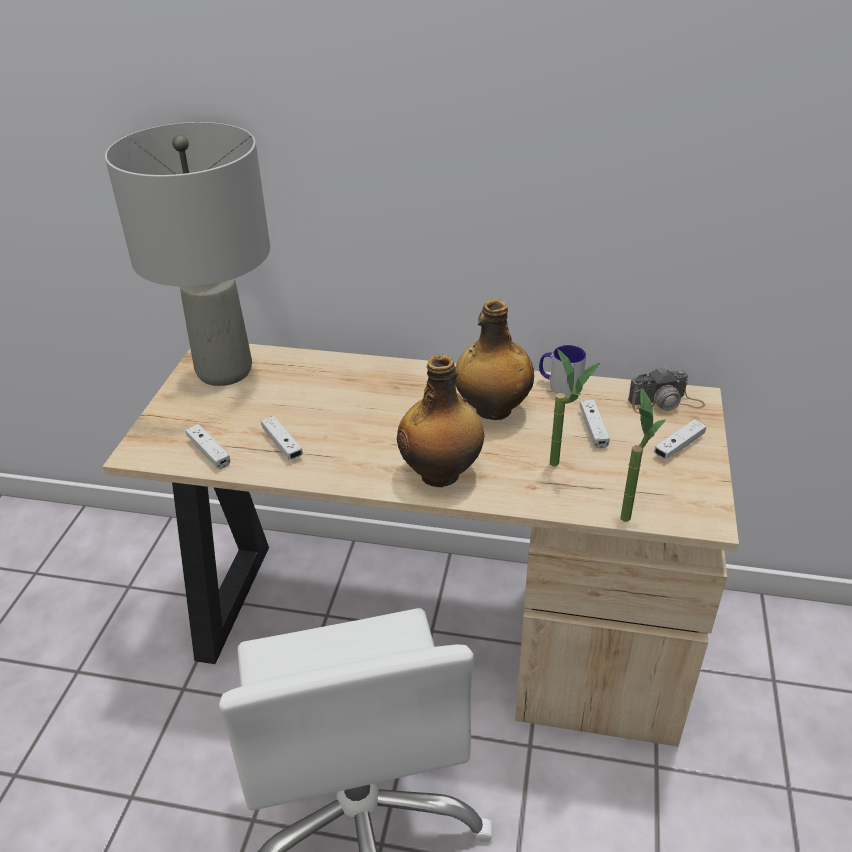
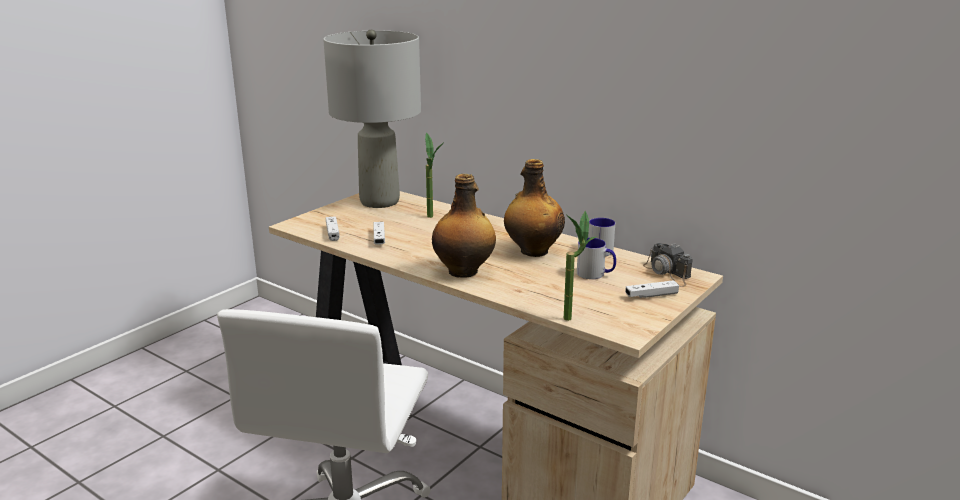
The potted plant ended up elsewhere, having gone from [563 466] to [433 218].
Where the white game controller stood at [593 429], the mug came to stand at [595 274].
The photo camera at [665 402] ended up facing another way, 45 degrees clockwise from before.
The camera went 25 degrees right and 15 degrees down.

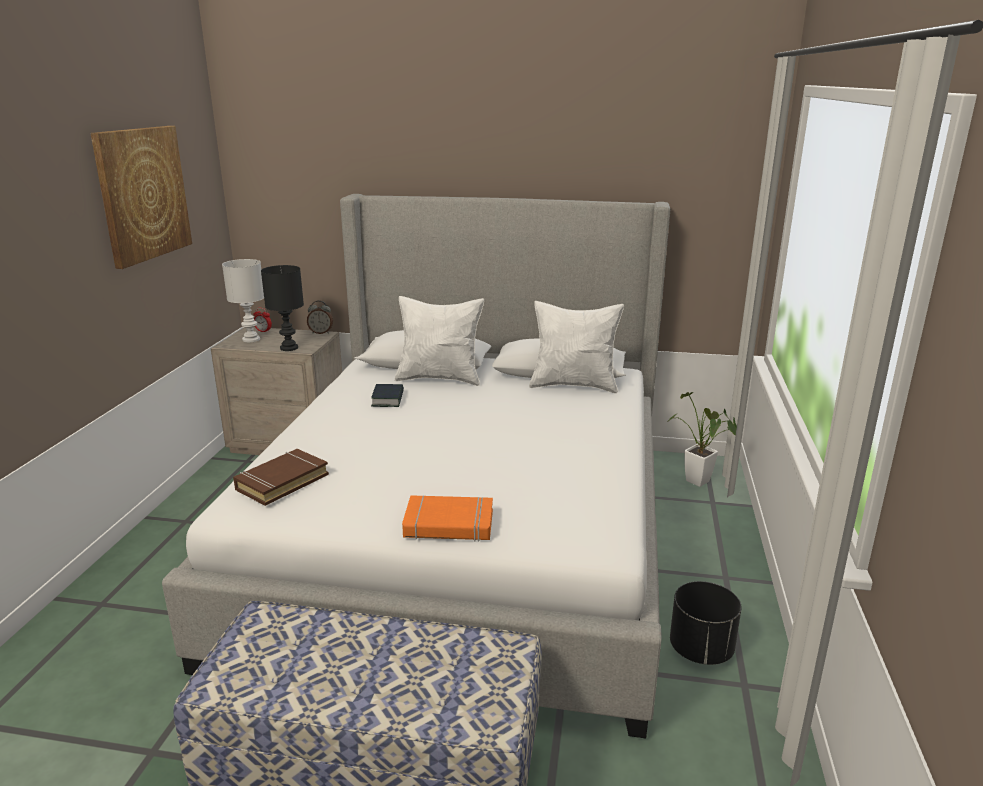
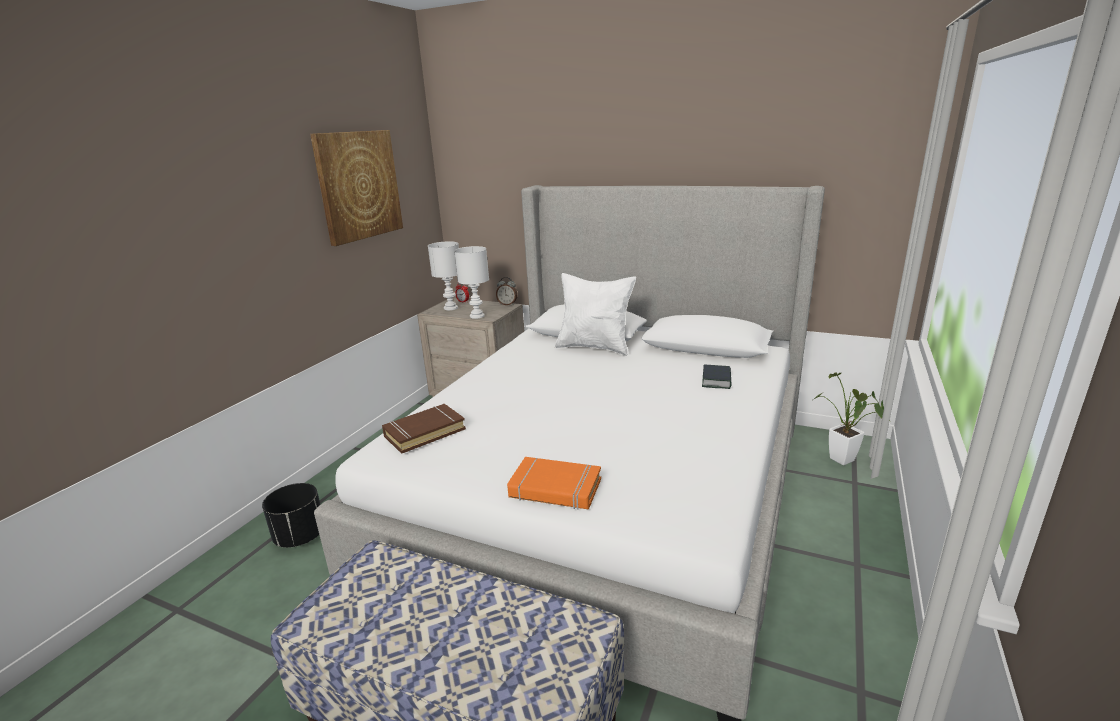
The second view lost the white pillow at [574 385].
The book ended up elsewhere, having gone from [388 399] to [716 380].
The black planter ended up elsewhere, having gone from [701 650] to [301 536].
What was the black table lamp at [288 348] turned into the white table lamp at [476 316].
The camera went 15 degrees right and 0 degrees up.

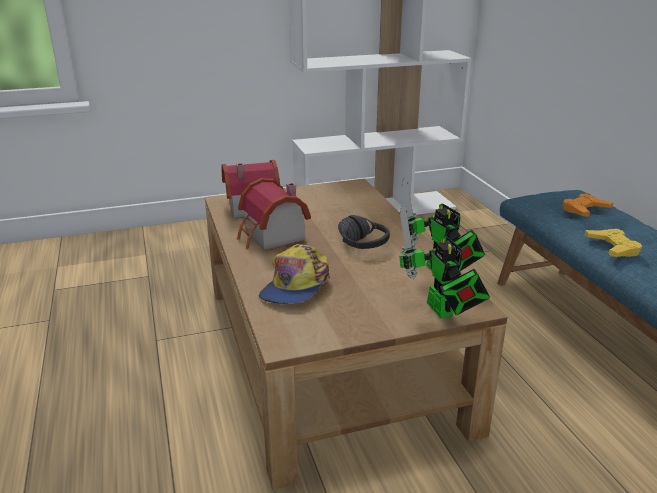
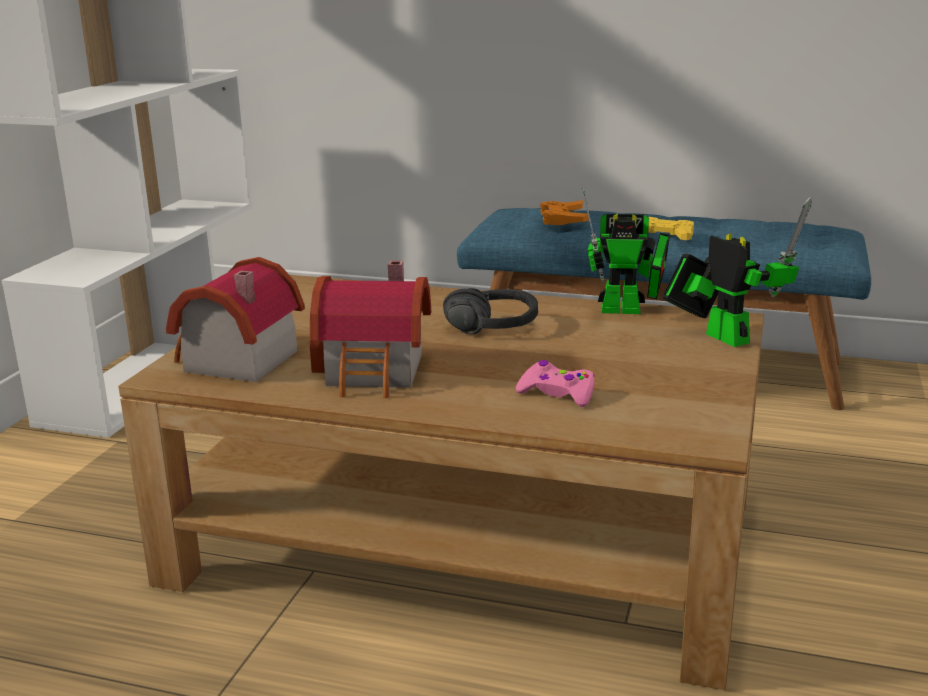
Where the cap stood at [295 286], the pink game controller came to stand at [557 393].
The toy robot at [442 311] ended up facing another way, 135 degrees counterclockwise from before.
The camera went 55 degrees left and 5 degrees down.

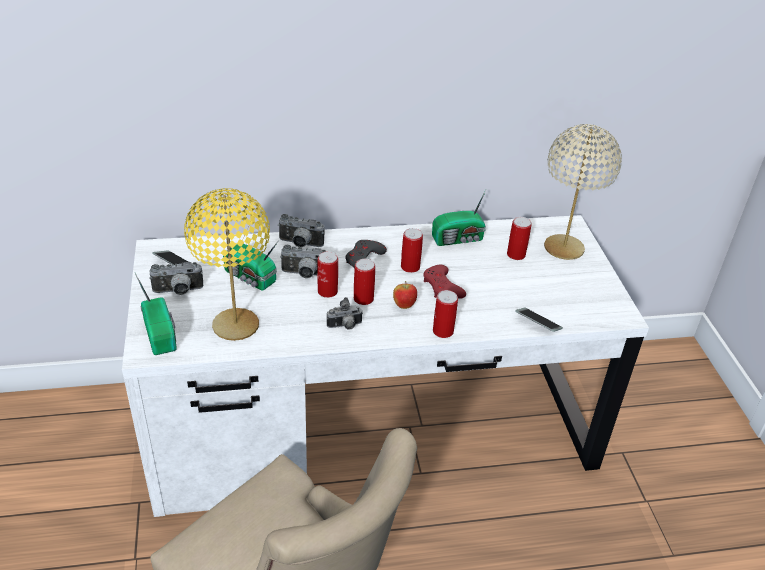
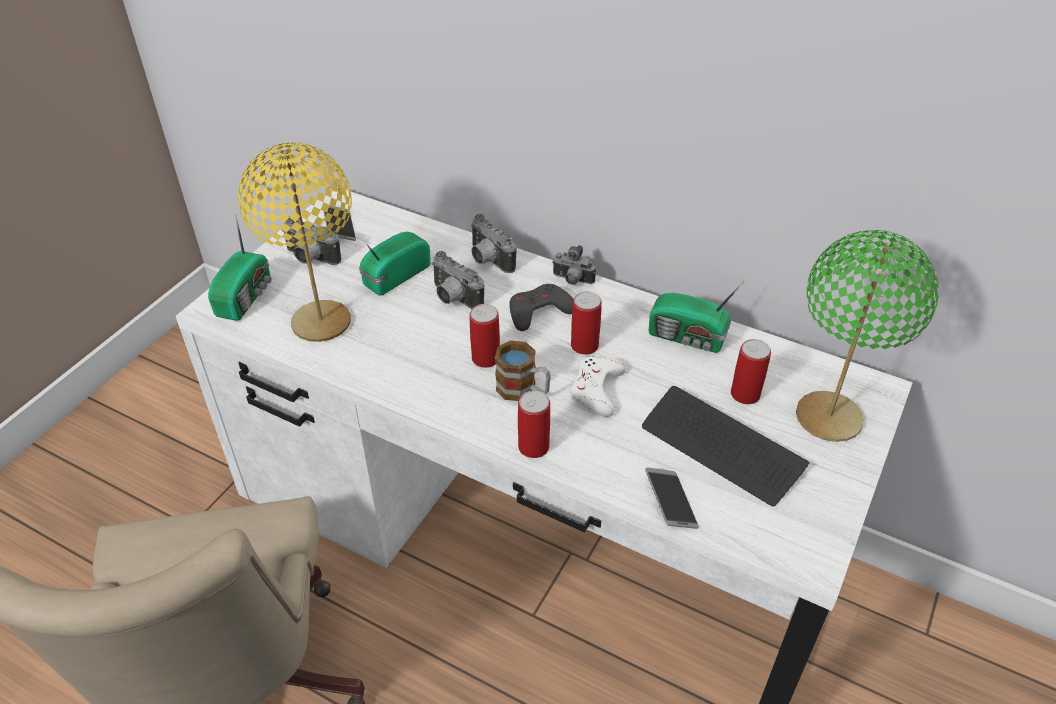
The second view lost the can at [327 291].
The second view gained the keyboard at [721 447].
The photo camera ended up elsewhere, having gone from [345 326] to [572 280].
Where the apple stood at [404 305], the mug came to stand at [523 390].
What was the red game controller at [442 287] turned into the white game controller at [596 389].
What was the beige table lamp at [564 248] turned into the green table lamp at [829 418].
The radio at [250 278] ended up facing another way, 60 degrees clockwise from before.
The camera went 40 degrees right and 5 degrees up.

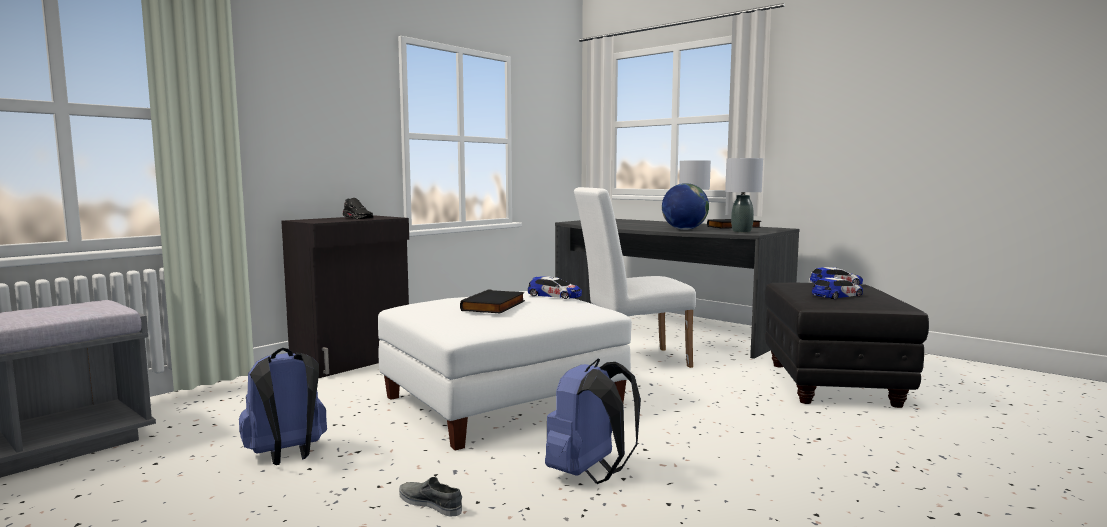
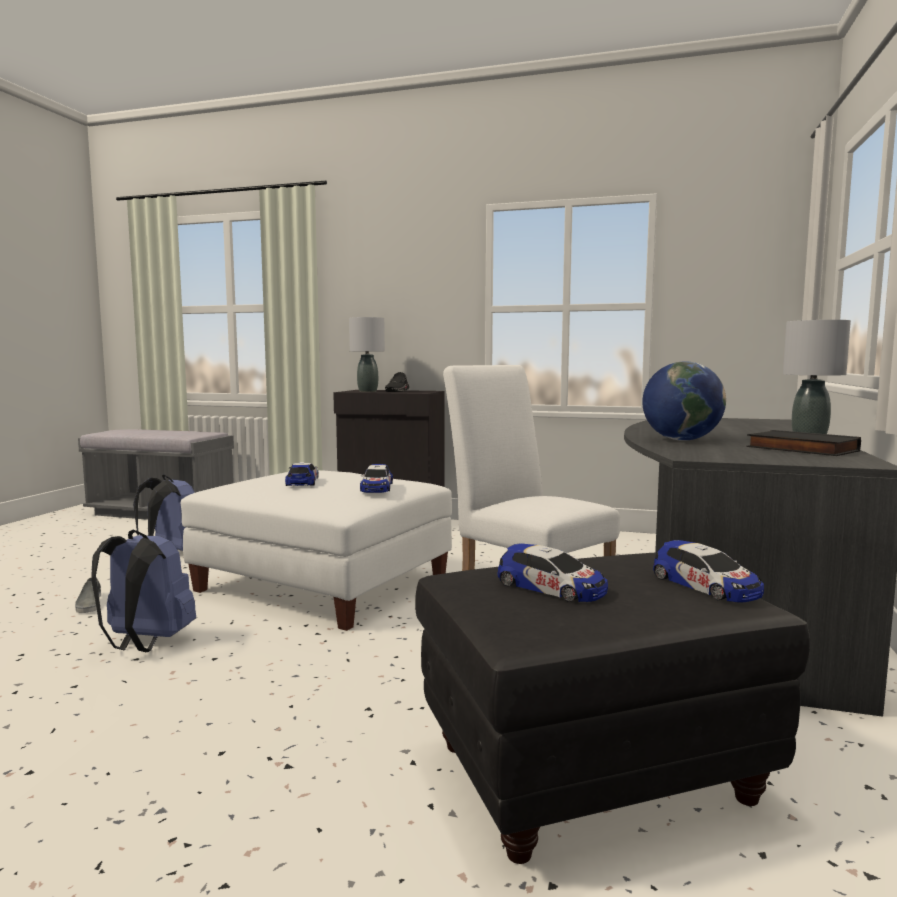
The grey table lamp ended up elsewhere, having gone from [741 231] to [368 391].
Where the black book stood at [495 306], the toy car came to stand at [302 481].
The grey shoe at [431 503] ended up facing another way, 150 degrees clockwise from before.
The camera went 65 degrees right and 0 degrees up.

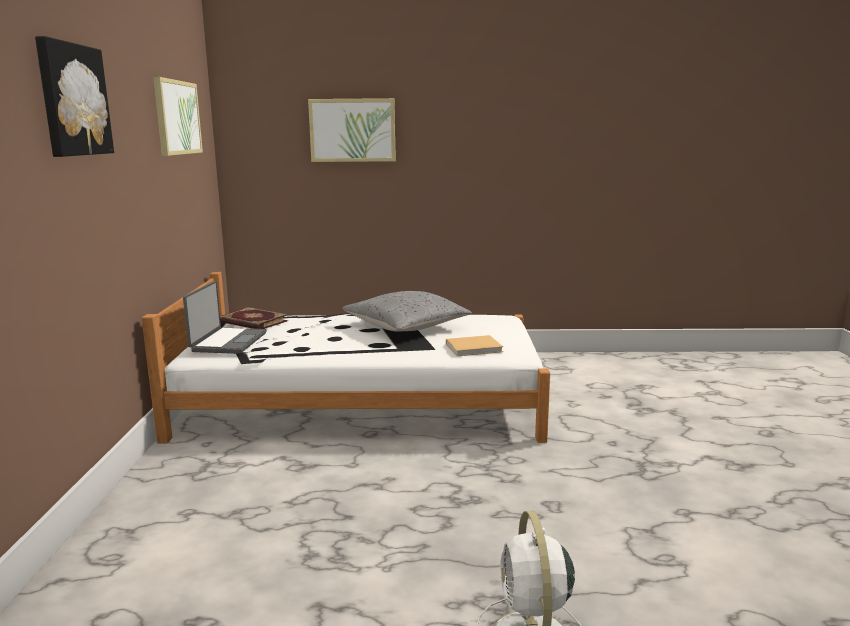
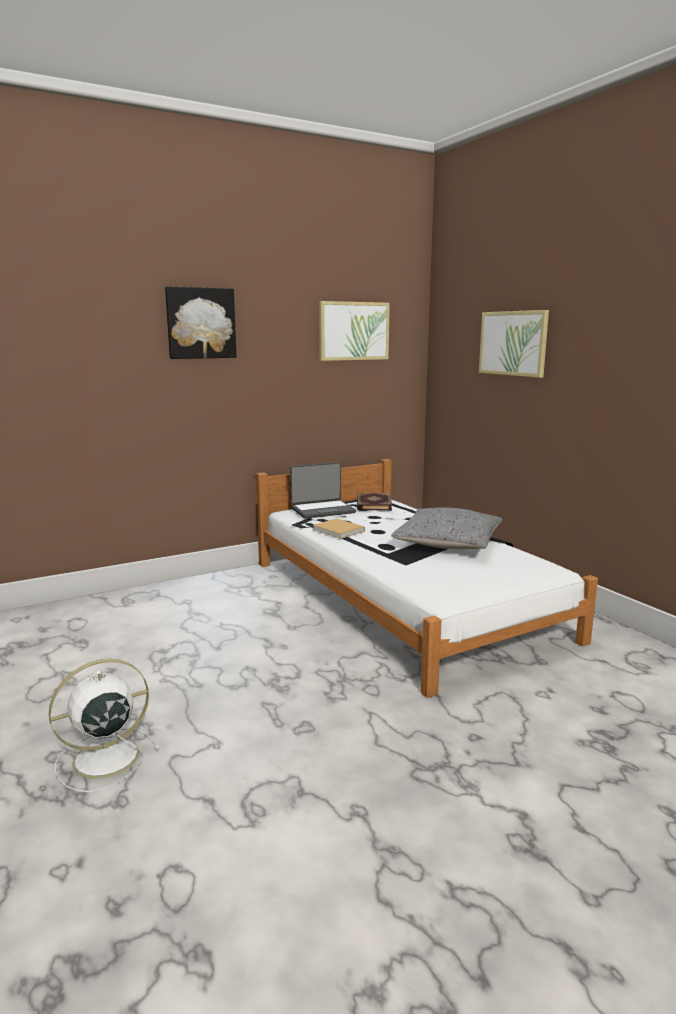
The beige book ended up elsewhere, having gone from [475 348] to [339 530].
The camera went 60 degrees right and 0 degrees up.

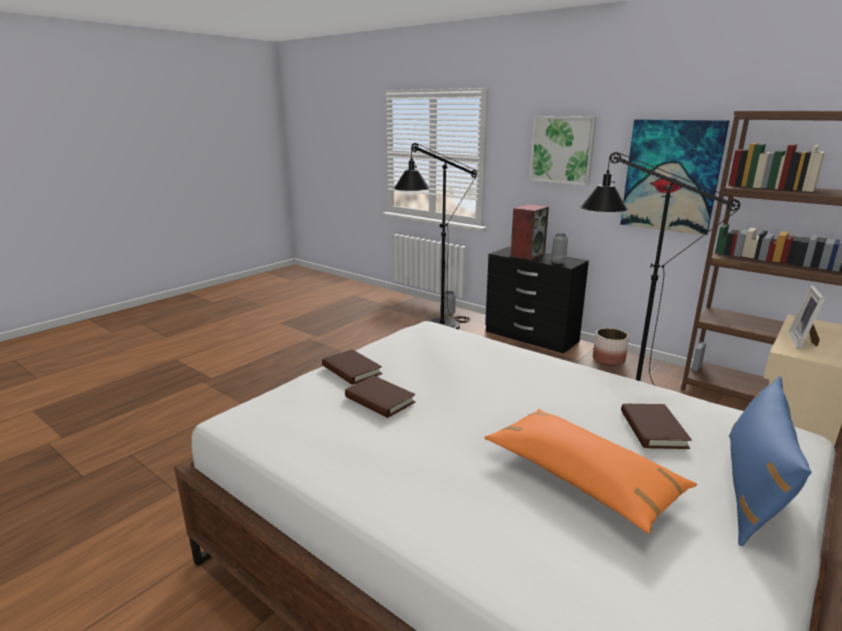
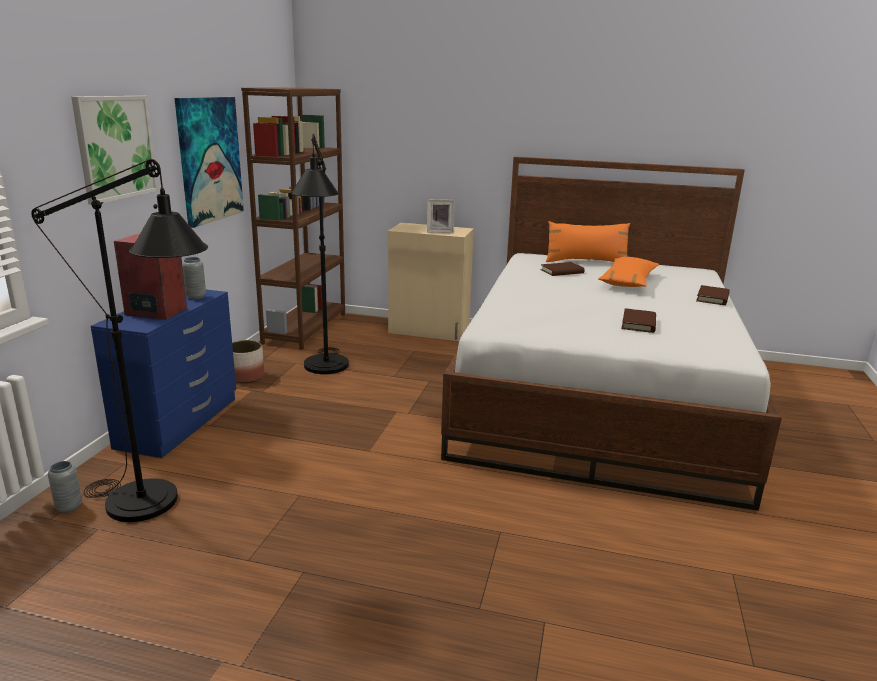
The brown book ended up elsewhere, having gone from [351 370] to [712 298].
What was the black dresser at [531 336] turned into the blue dresser at [180 422].
What was the blue pillow at [752 488] turned into the orange pillow at [586 262].
The camera went 115 degrees left and 0 degrees up.

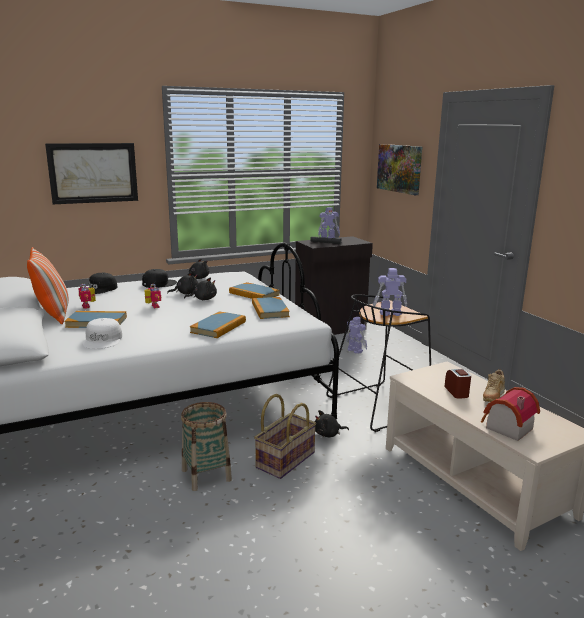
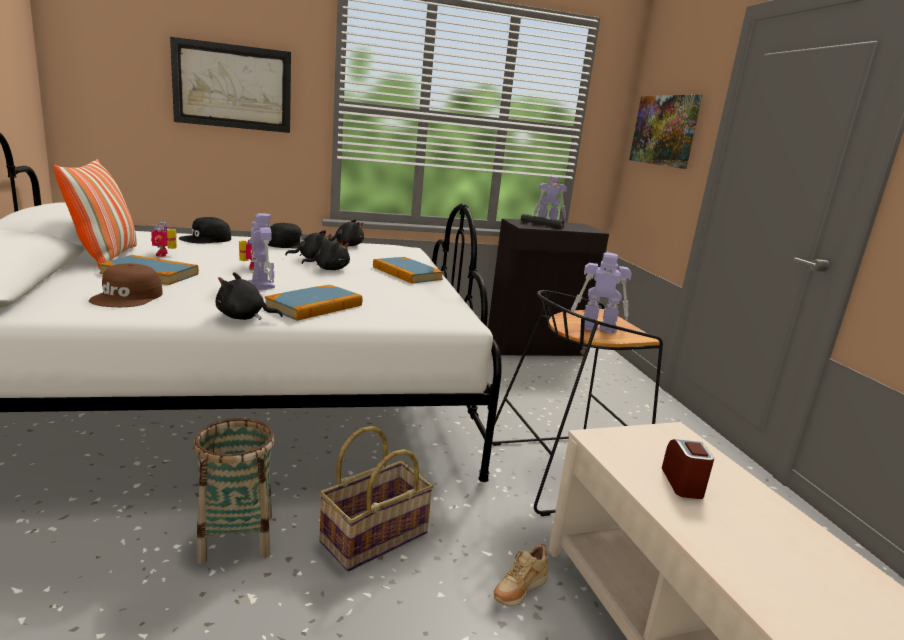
The second view lost the book at [270 310].
The second view lost the toy house at [505 427].
The black plush toy ended up elsewhere, having gone from [328 434] to [243 317].
The toy robot ended up elsewhere, having gone from [355 350] to [261 284].
The beige shoe ended up elsewhere, having gone from [492 398] to [518 591].
What was the white cap at [103 340] turned into the brown cap at [128 297].
The camera went 10 degrees right and 0 degrees up.

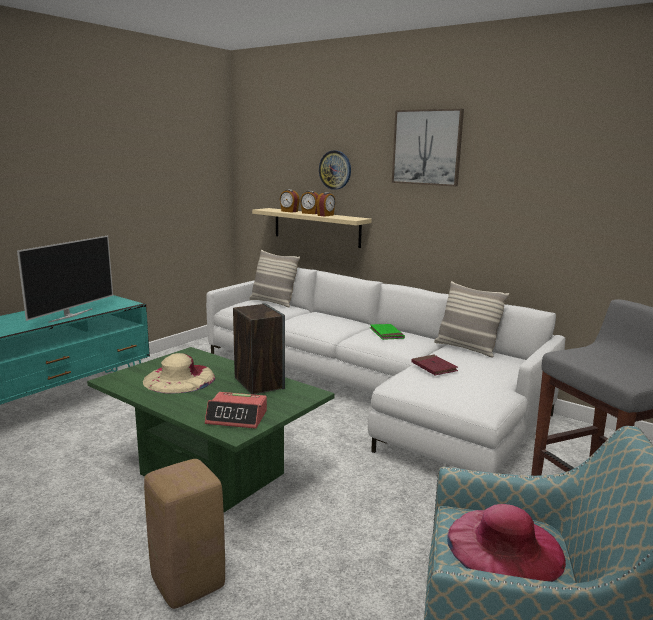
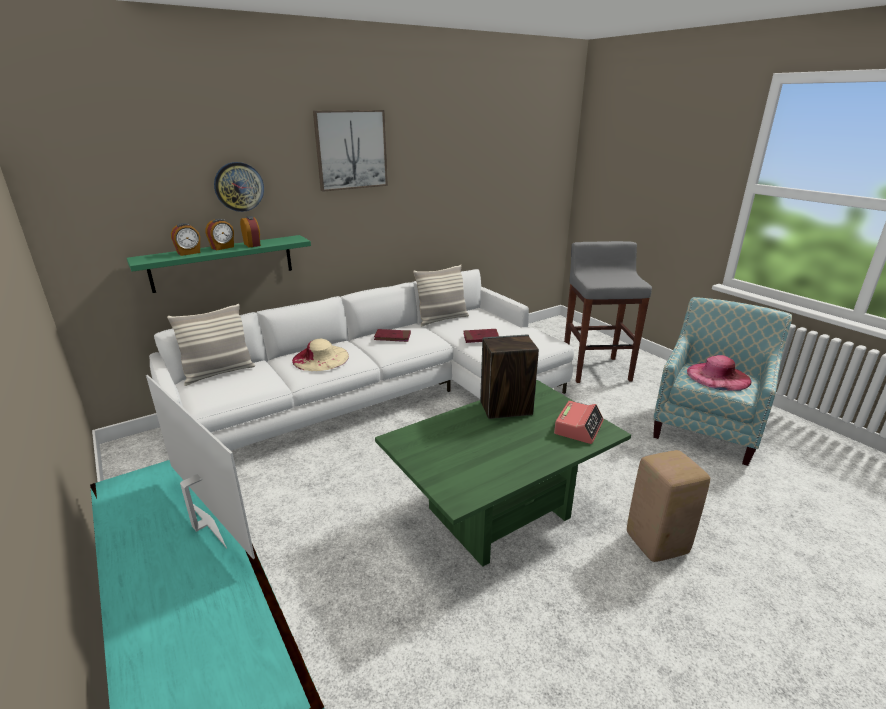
The beige hat ended up elsewhere, having gone from [179 378] to [320 358].
What was the beige shelf at [316 227] turned into the green shelf at [223 263].
What was the green book at [386 334] turned into the red book at [392 337].
The camera went 70 degrees left and 10 degrees up.

